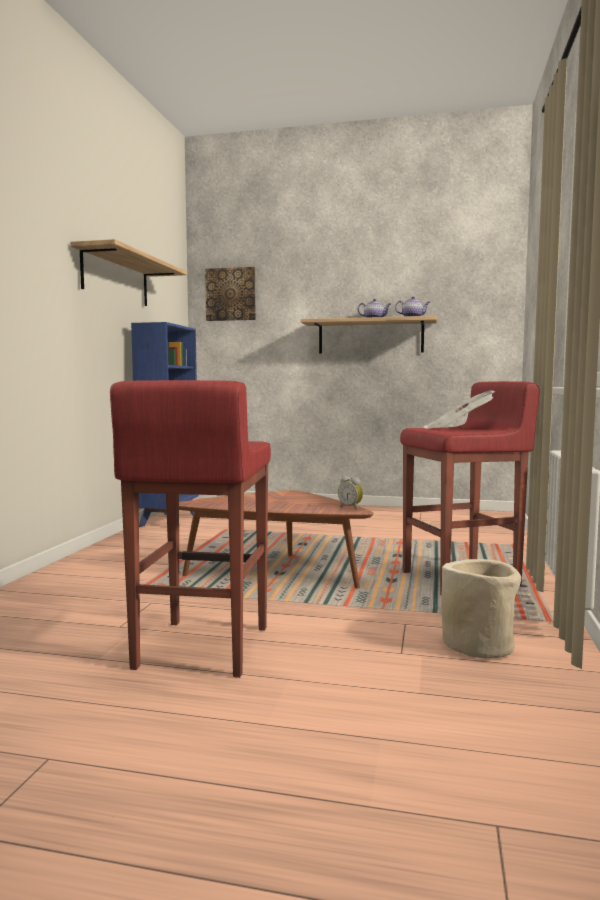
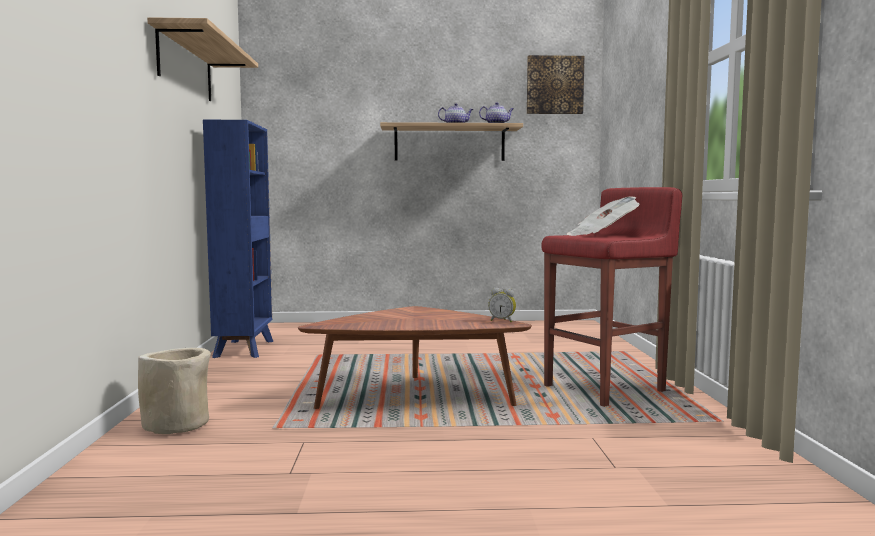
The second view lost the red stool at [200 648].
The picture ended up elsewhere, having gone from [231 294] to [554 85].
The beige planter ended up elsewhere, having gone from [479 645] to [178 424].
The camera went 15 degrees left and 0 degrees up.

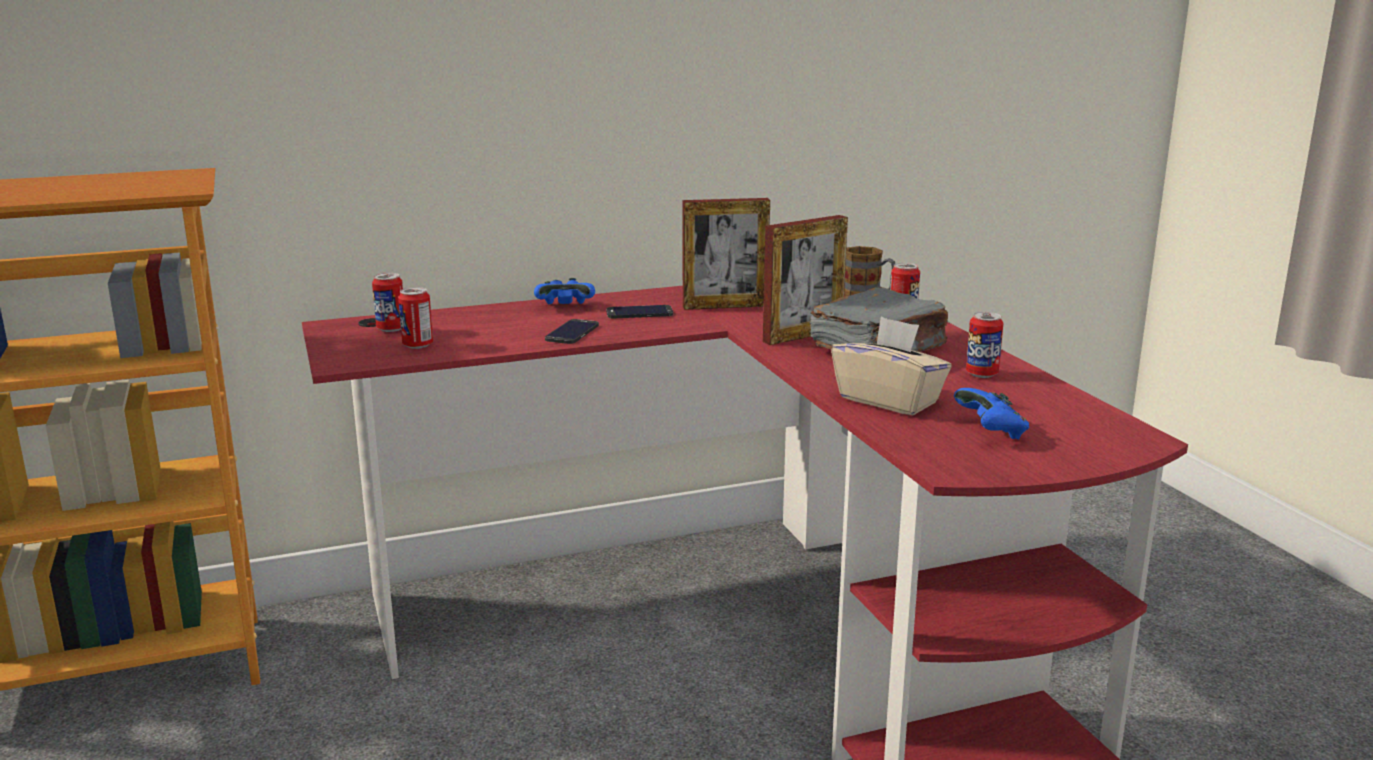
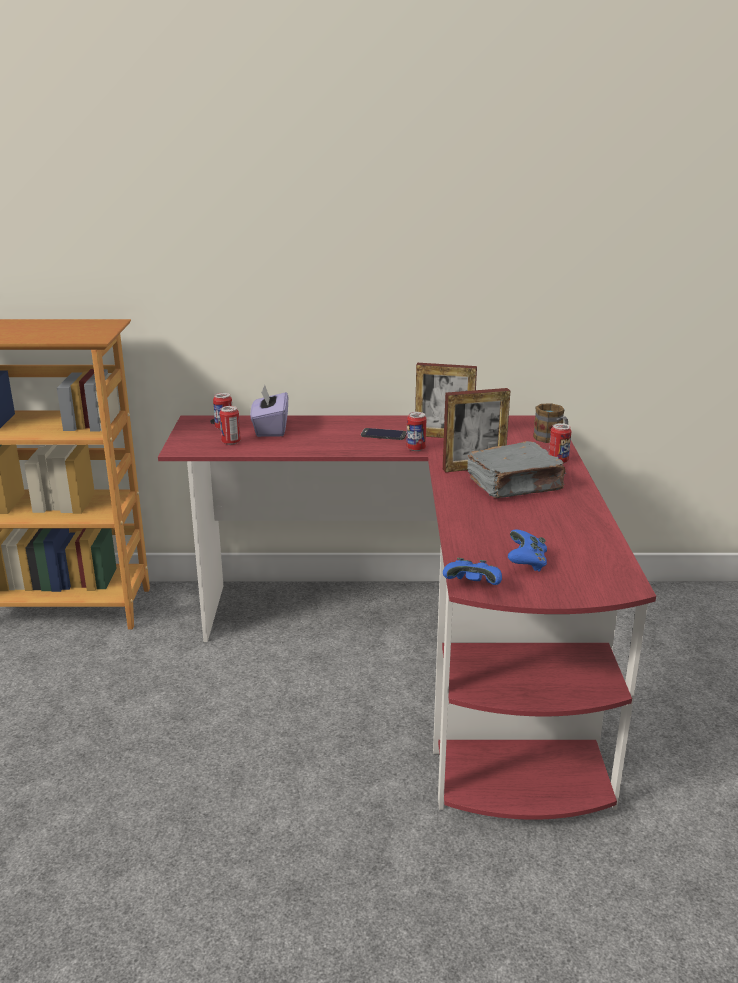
The second view lost the phone at [572 332].
The second view lost the beige tissue box at [889 400].
The second view gained the purple tissue box at [270 429].
The blue game controller ended up elsewhere, having gone from [565 307] to [473 586].
The can ended up elsewhere, having gone from [981 374] to [416 448].
The camera went 20 degrees right and 5 degrees up.

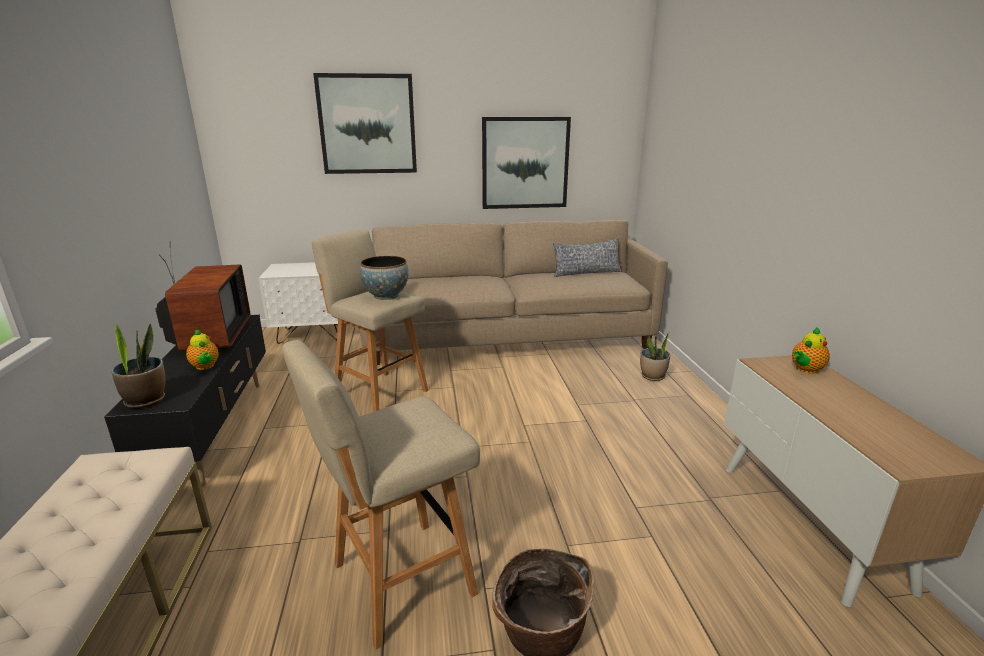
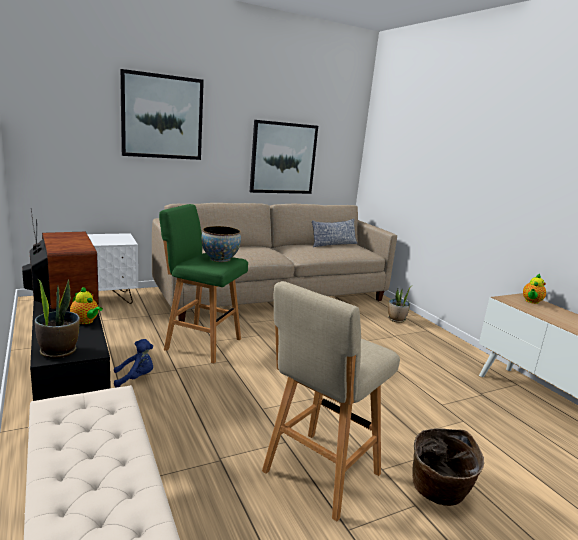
The second view gained the blue plush toy at [135 378].
What was the beige stool at [379 393] turned into the green stool at [201 343].
The camera went 20 degrees left and 5 degrees down.

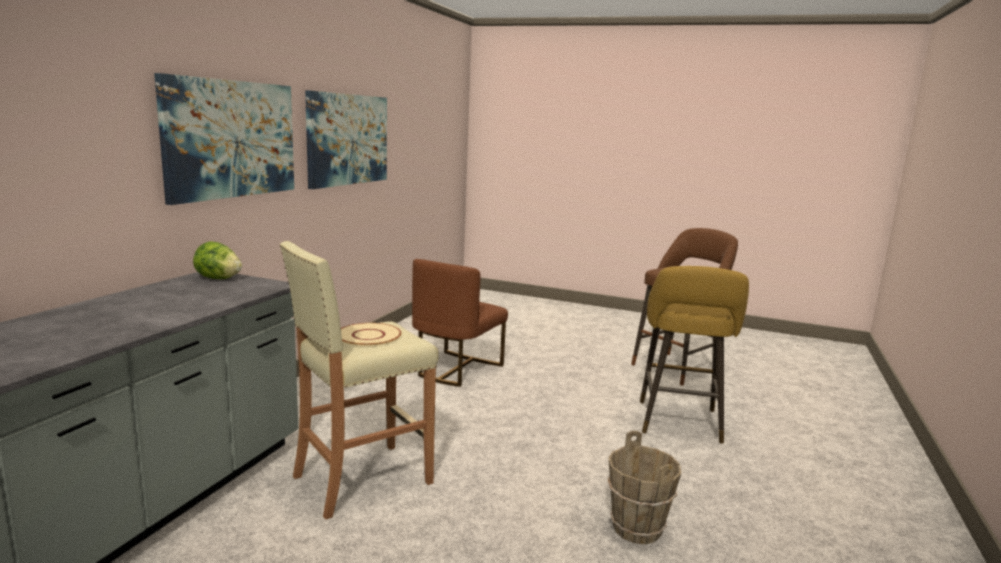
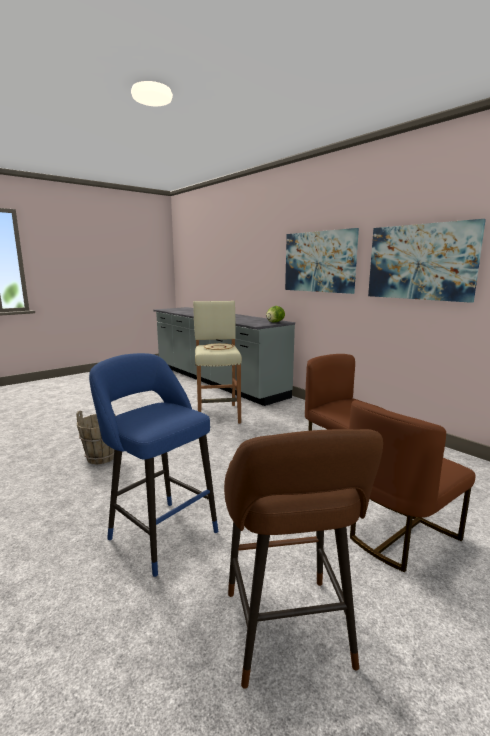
The second view gained the brown chair at [398 535].
What was the yellow stool at [679 424] turned into the blue stool at [159 532].
The camera went 120 degrees right and 0 degrees up.

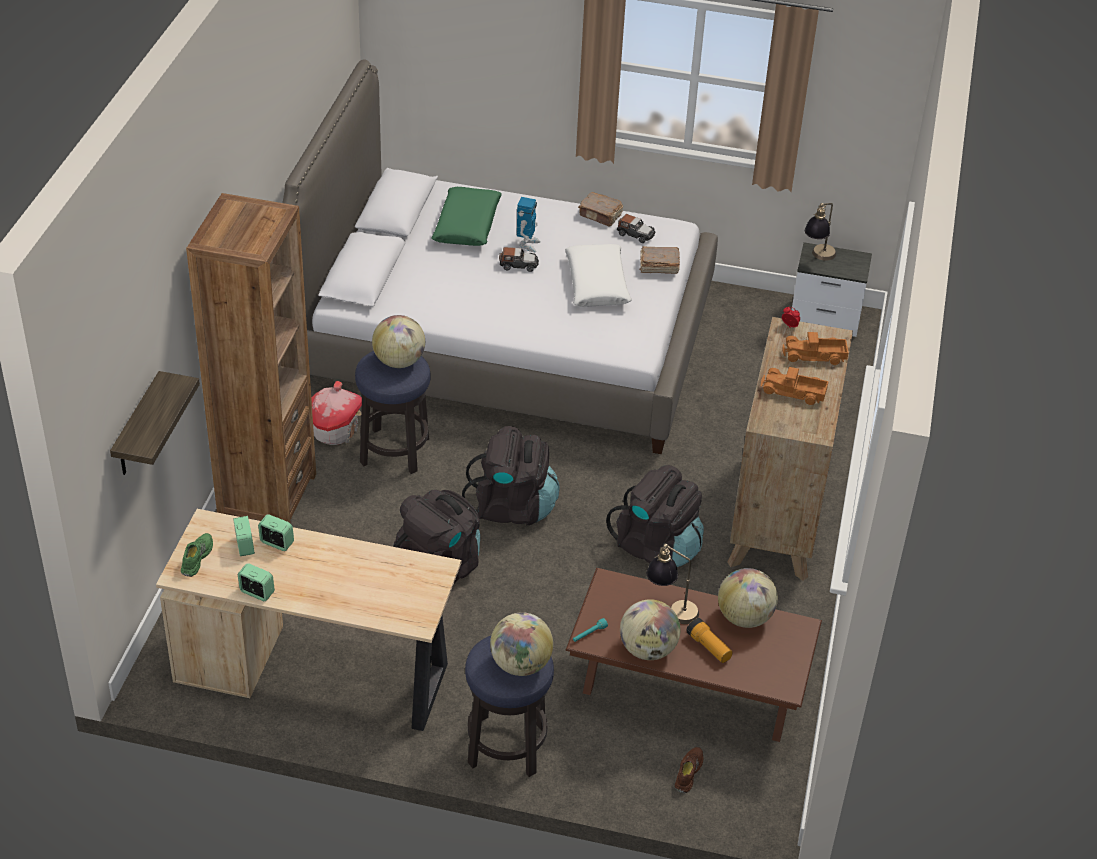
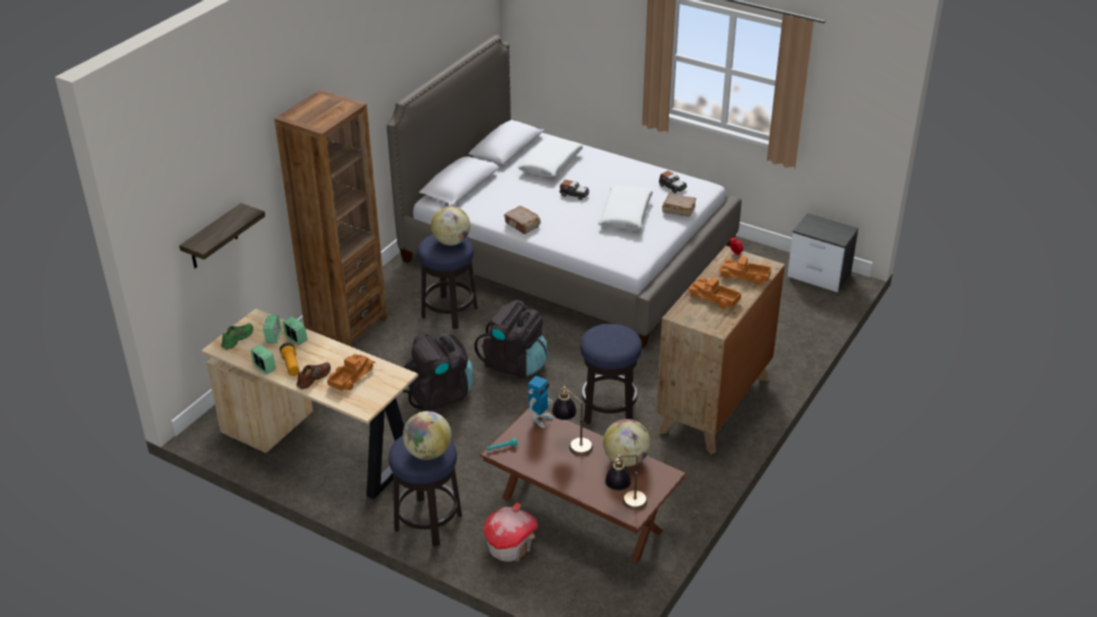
The second view lost the globe at [647 650].
The second view gained the toy truck at [350 377].
The toy house ended up elsewhere, having gone from [335 430] to [510 547].
The toy robot ended up elsewhere, having gone from [527 245] to [540 419].
The brown book ended up elsewhere, having gone from [600 215] to [522 225].
The brown shoe ended up elsewhere, having gone from [688 772] to [313 378].
The flashlight ended up elsewhere, having gone from [709 647] to [291 365].
The table lamp ended up elsewhere, having gone from [818 258] to [625 505].
Where the black backpack stood at [657 547], the stool came to stand at [609 409].
What was the green pillow at [467 225] turned into the white pillow at [551 164].
The camera went 20 degrees right and 5 degrees down.

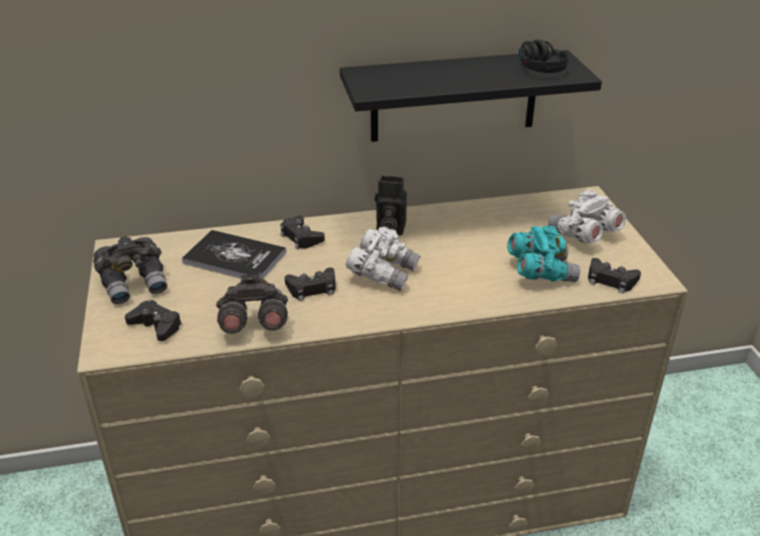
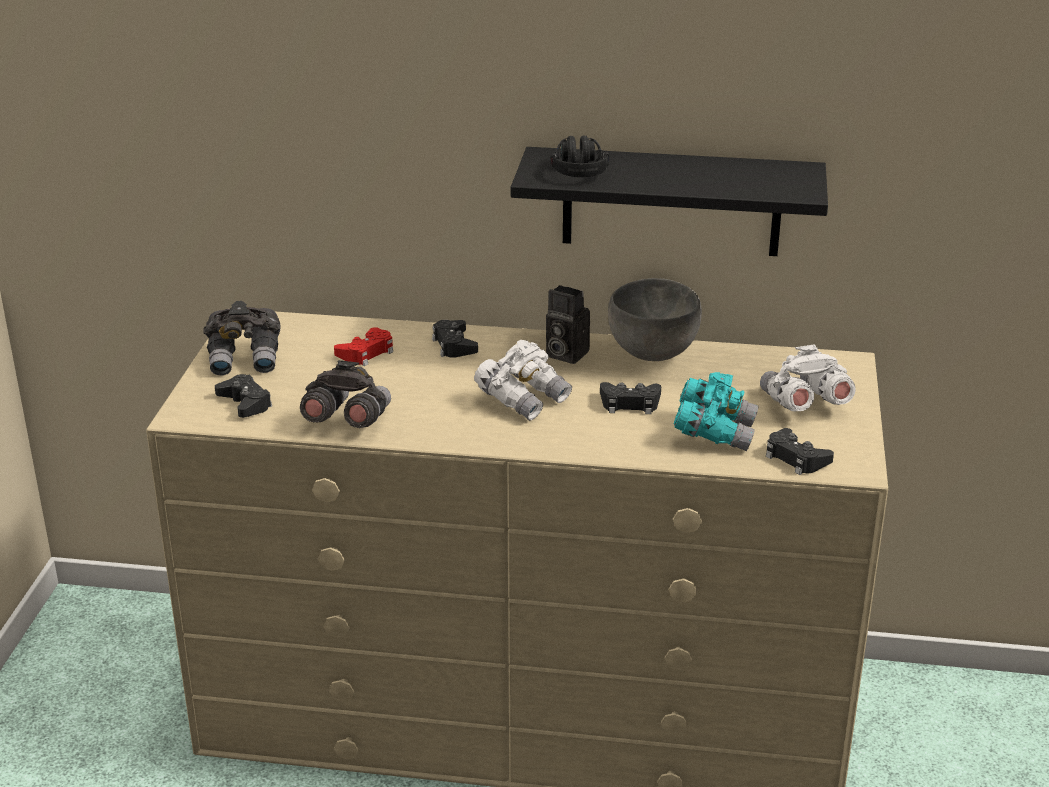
The second view gained the grey bowl at [652 353].
The black game controller ended up elsewhere, having gone from [312 288] to [630 403].
The black headphones ended up elsewhere, having gone from [536 66] to [578 168].
Where the book stood at [234 258], the red game controller came to stand at [366 353].
The camera went 20 degrees right and 5 degrees down.

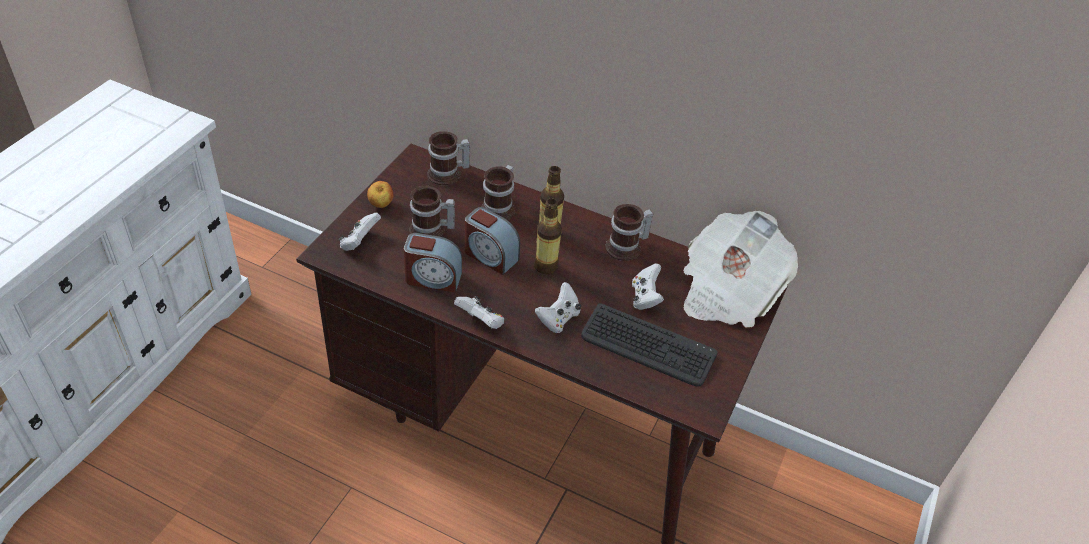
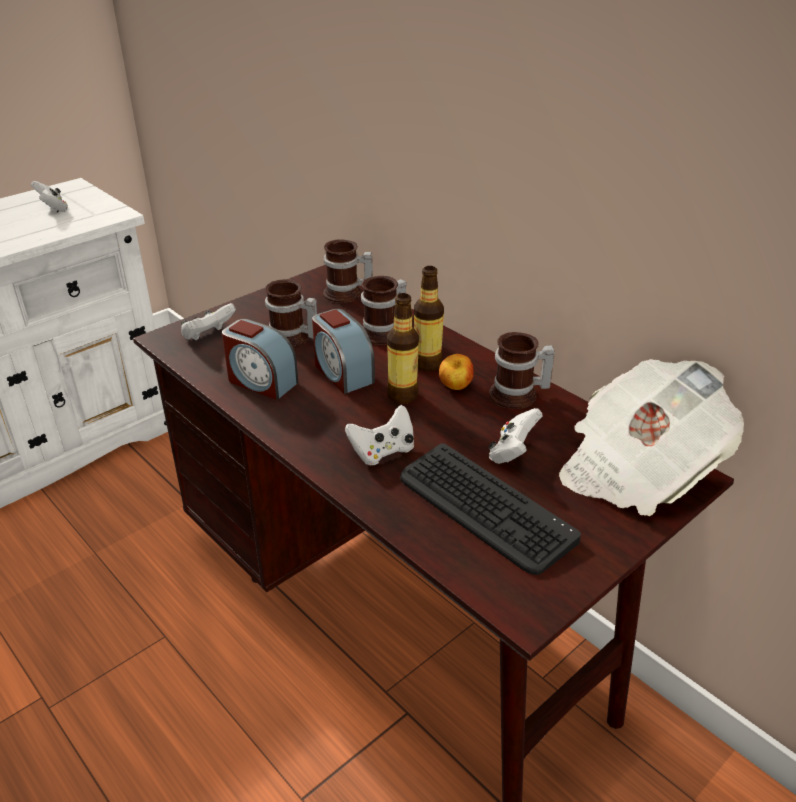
The apple ended up elsewhere, having gone from [381 205] to [455 387].
The white game controller ended up elsewhere, having gone from [481 322] to [53 209].
The camera went 25 degrees right and 10 degrees down.

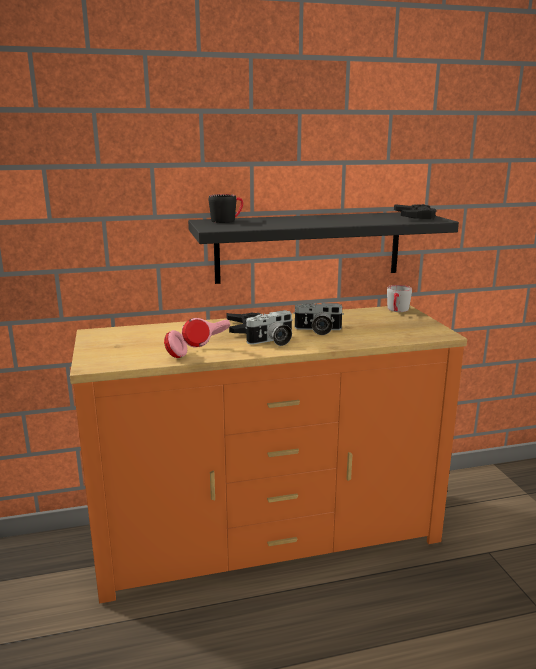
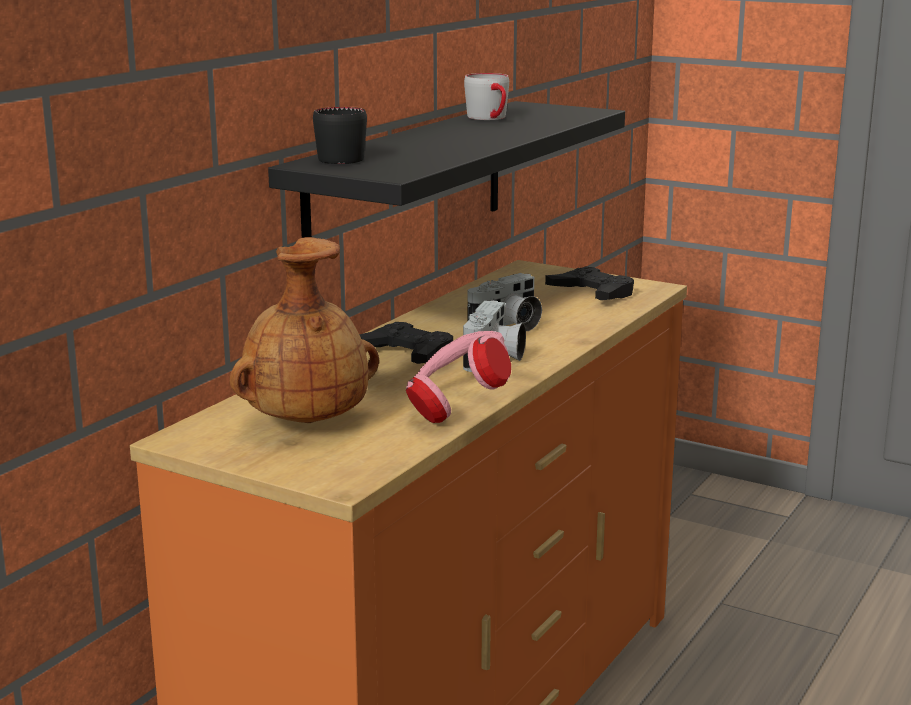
The second view gained the brown vase at [306 421].
The grey mug ended up elsewhere, having gone from [397 310] to [491 118].
The black game controller ended up elsewhere, having gone from [414 217] to [592 293].
The camera went 45 degrees left and 0 degrees up.

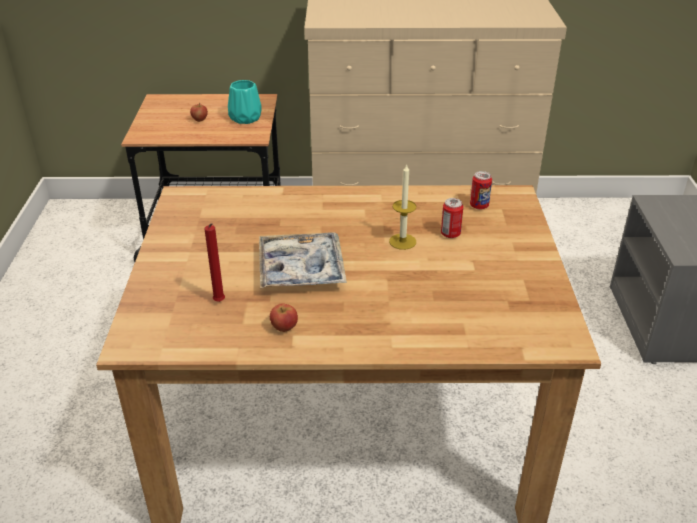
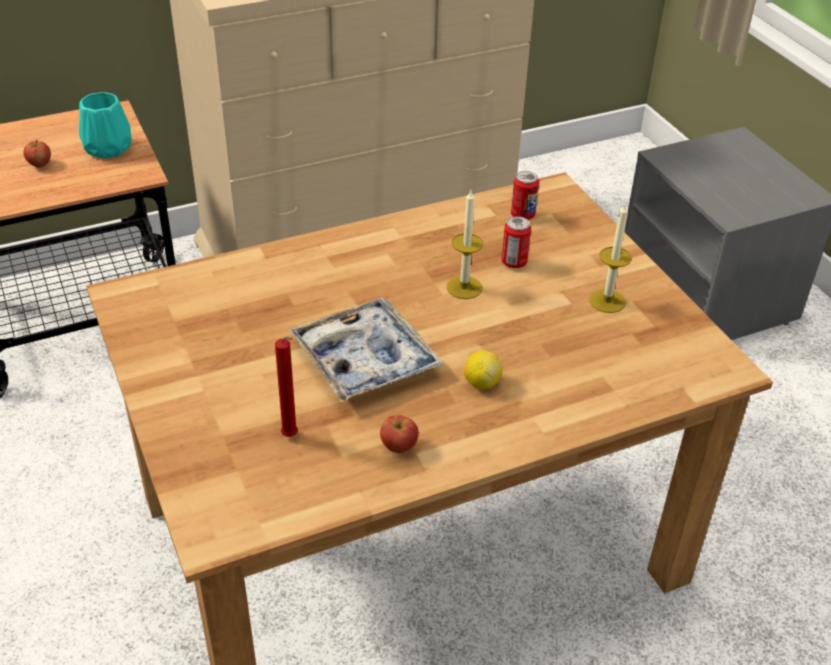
The second view gained the lemon at [481 382].
The second view gained the candle at [607 301].
The camera went 25 degrees left and 5 degrees up.

